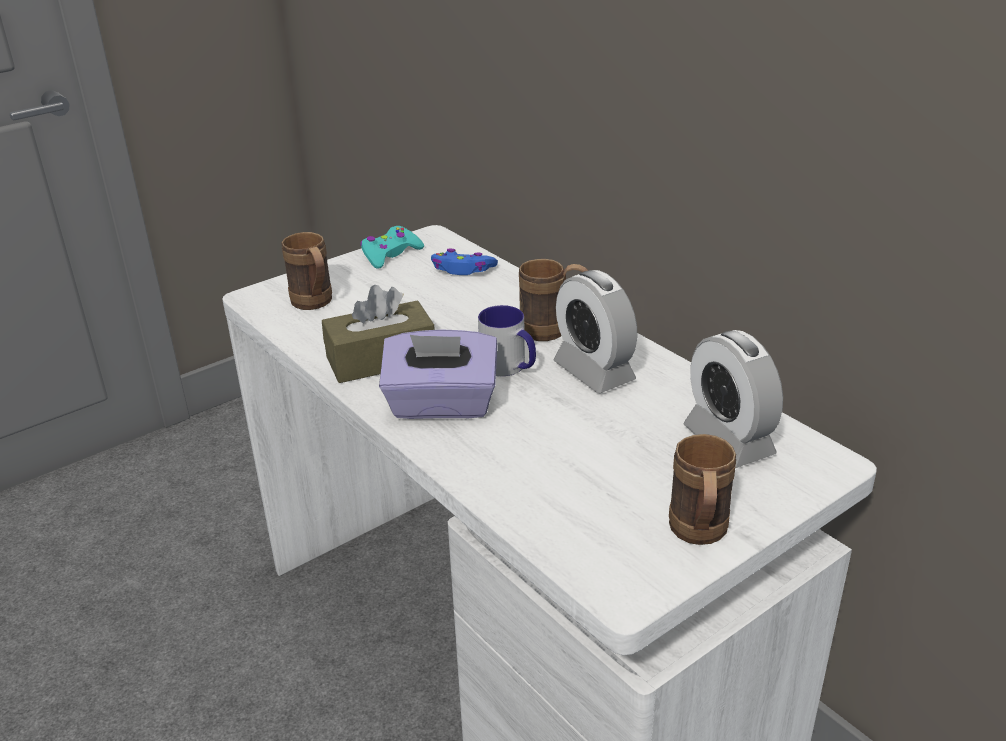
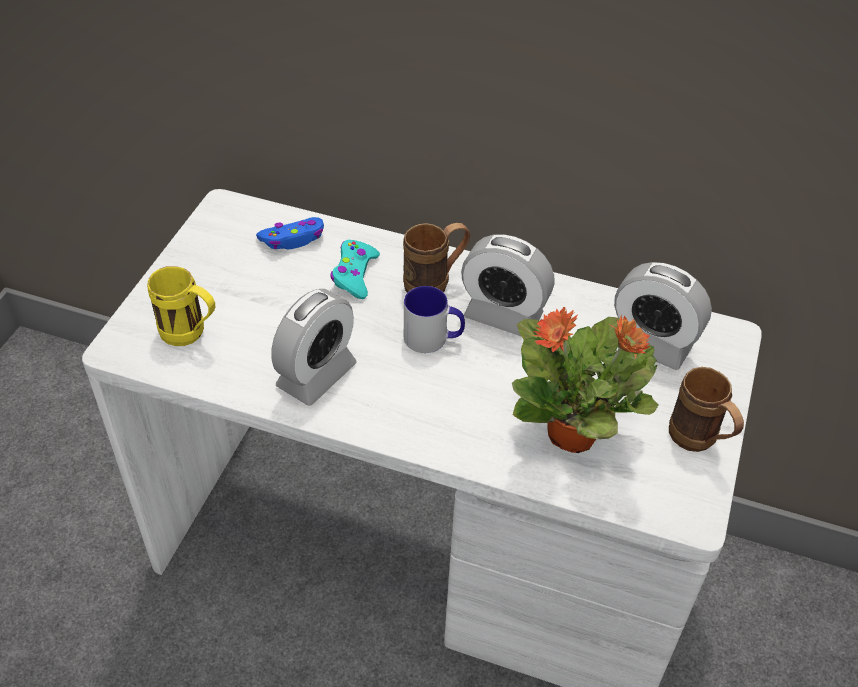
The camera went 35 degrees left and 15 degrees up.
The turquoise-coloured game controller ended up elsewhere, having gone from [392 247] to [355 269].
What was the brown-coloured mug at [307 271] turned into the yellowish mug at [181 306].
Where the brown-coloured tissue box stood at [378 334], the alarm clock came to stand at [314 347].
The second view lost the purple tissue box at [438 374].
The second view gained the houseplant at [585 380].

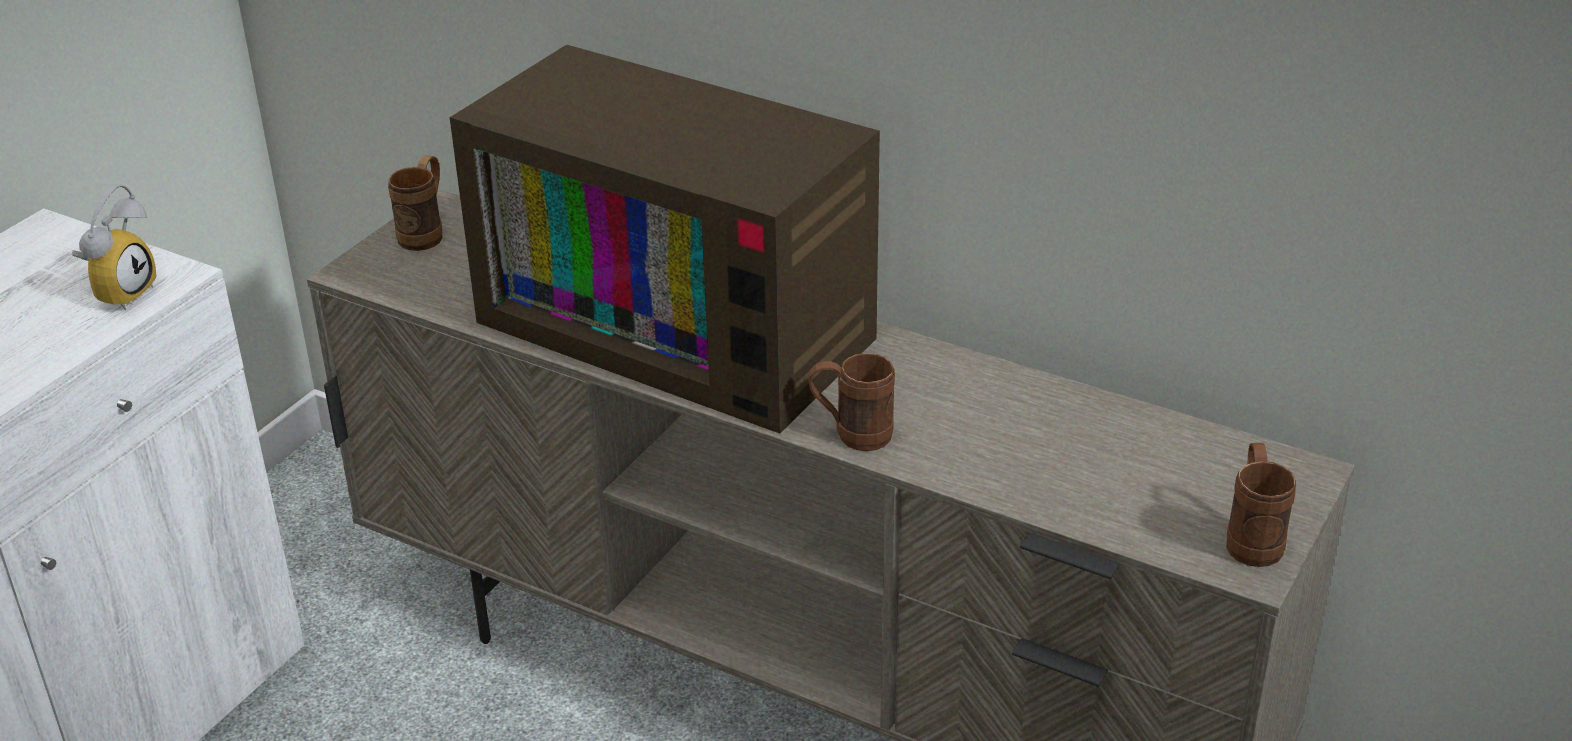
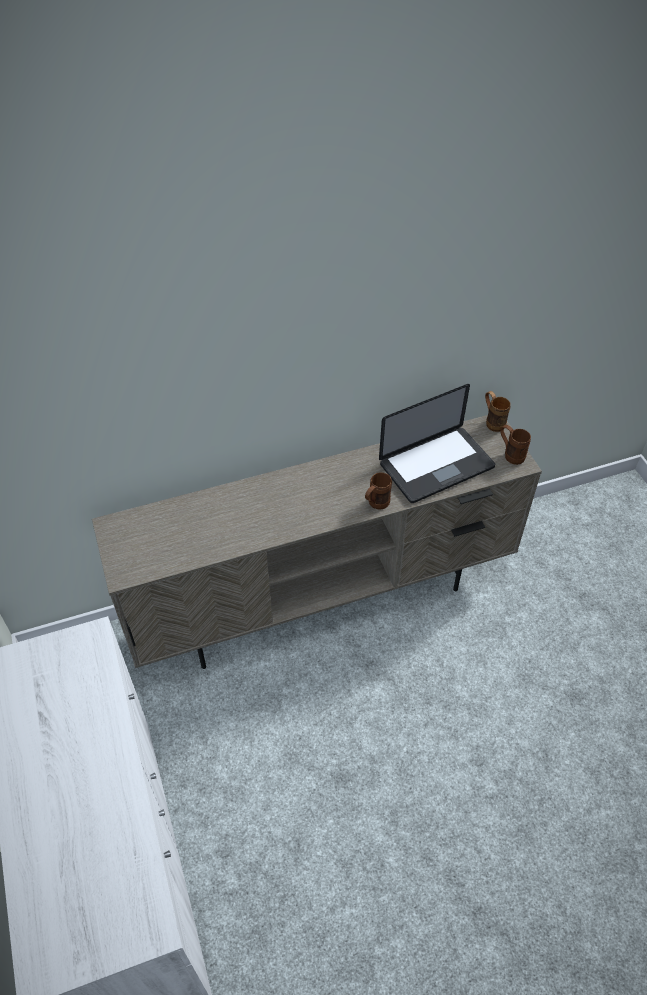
The camera went 50 degrees left and 15 degrees up.
The second view lost the TV set at [665 239].
The brown-coloured mug ended up elsewhere, having gone from [415 203] to [498 411].
The second view lost the alarm clock at [113 247].
The second view gained the laptop at [437 443].

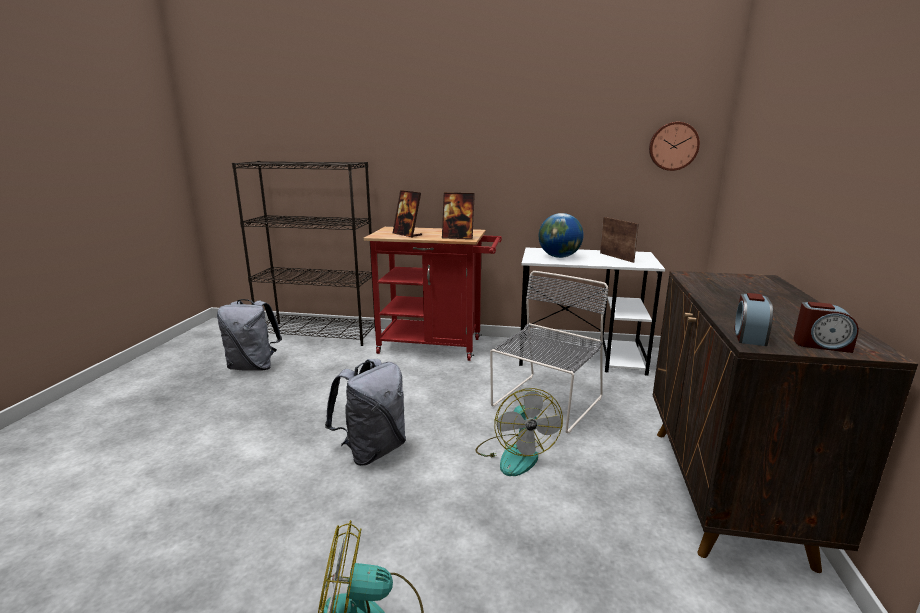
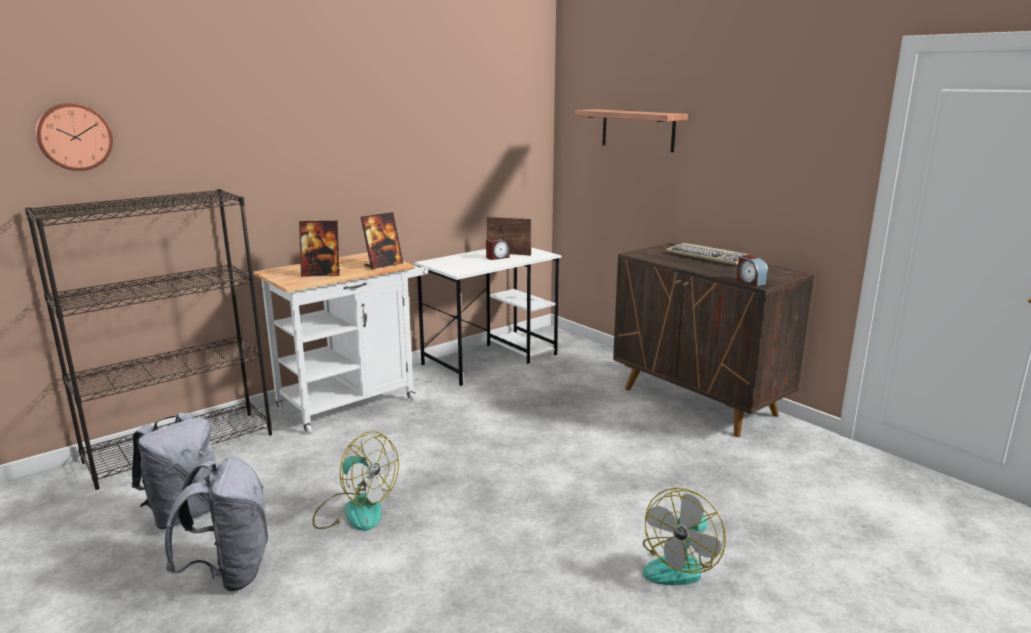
The camera went 50 degrees left and 0 degrees up.
The wall clock ended up elsewhere, having gone from [674 146] to [74 137].
The second view lost the globe at [561 235].
What was the reddish cart at [432 294] turned into the white cart at [341 343].
The second view lost the greyish upright chair at [549 352].
The alarm clock ended up elsewhere, having gone from [826 327] to [498 249].
The greyish rucksack ended up elsewhere, having gone from [365 412] to [216 524].
The fan ended up elsewhere, having gone from [519 432] to [356 481].
The second view gained the wall shelf at [631 130].
The second view gained the PC keyboard at [706 254].

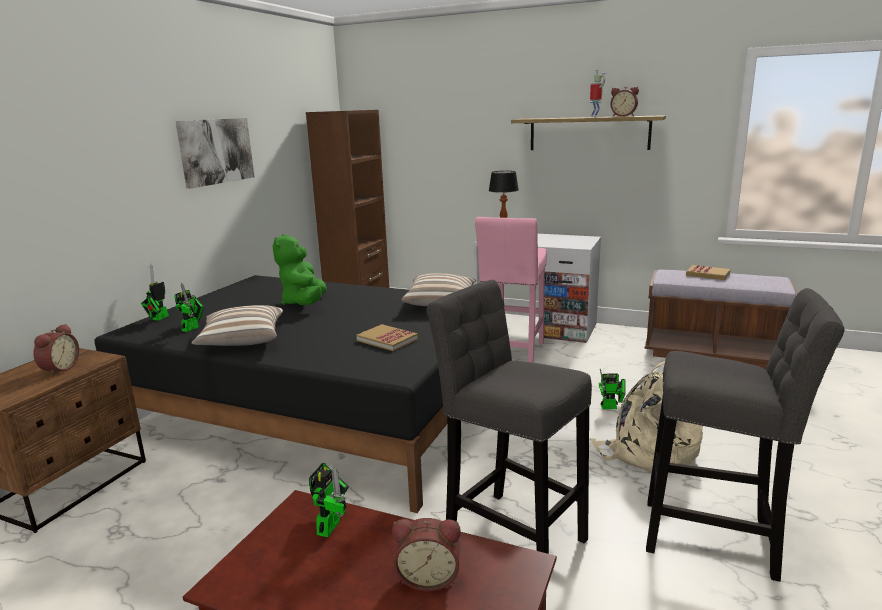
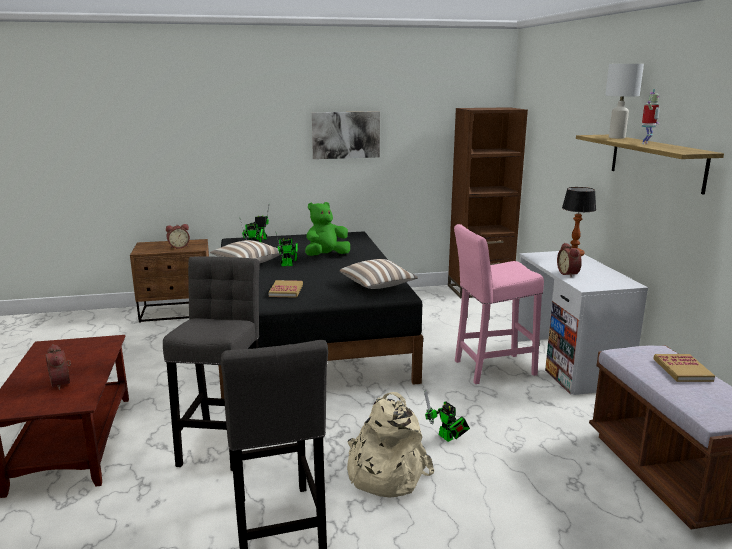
The camera went 55 degrees right and 0 degrees up.
The alarm clock ended up elsewhere, having gone from [624 101] to [569 260].
The model robot ended up elsewhere, having gone from [329 500] to [287 250].
The second view gained the white lamp for a table at [624 101].

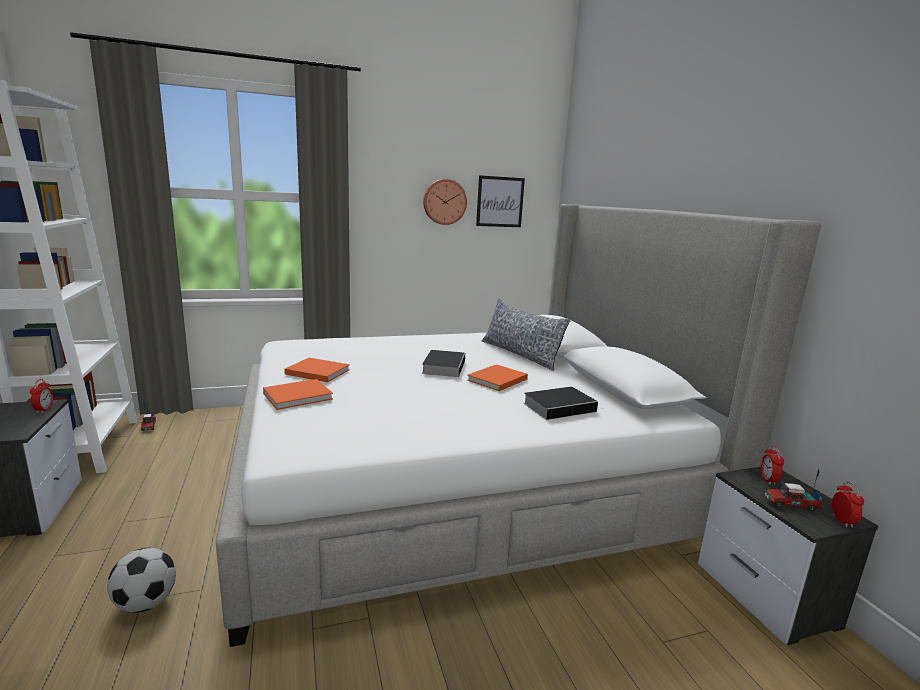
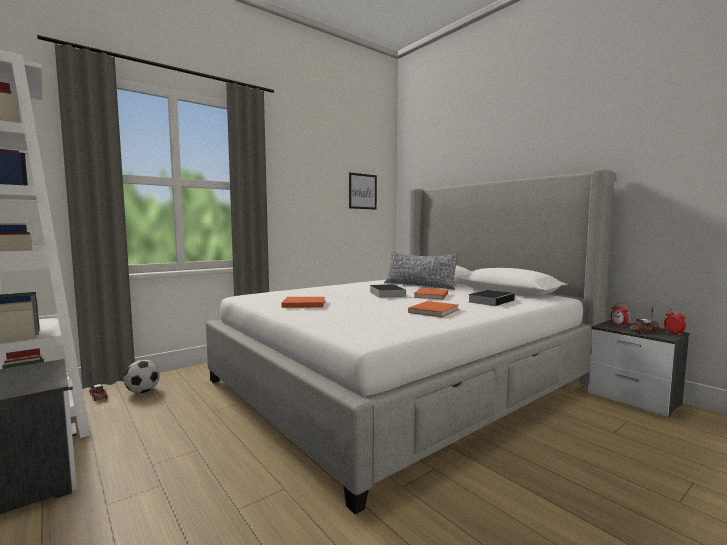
The camera went 20 degrees left and 10 degrees down.
The second view lost the wall clock at [445 202].
The second view lost the alarm clock at [41 396].
The orangey bound book ended up elsewhere, having gone from [298 394] to [433 309].
The football ended up elsewhere, having gone from [141 580] to [142 376].

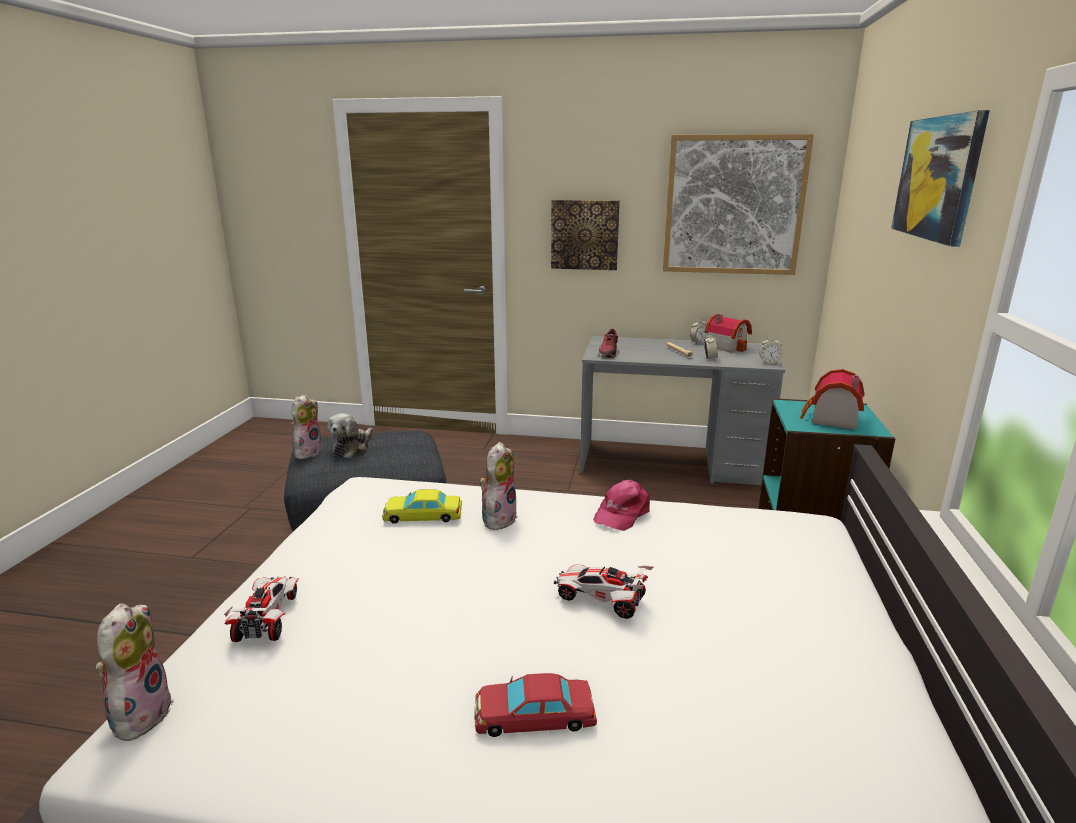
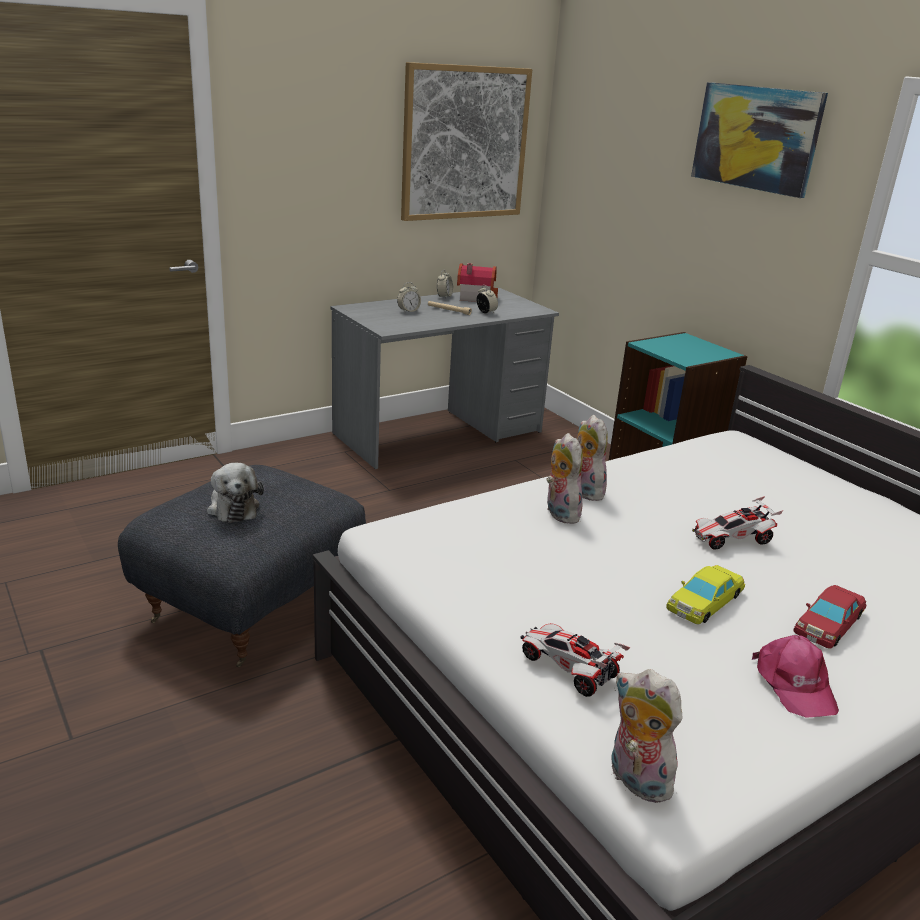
The camera went 45 degrees left and 5 degrees up.
The second view lost the picture at [585 235].
The second view lost the item of footwear at [608 343].
The alarm clock ended up elsewhere, having gone from [770 350] to [409 297].
The second view lost the model house at [832 399].
The cuddly toy ended up elsewhere, having gone from [307 426] to [592 458].
The pink-coloured peaked cap ended up elsewhere, having gone from [621 505] to [795 676].
The yellowish miniature car ended up elsewhere, having gone from [422 506] to [705 594].

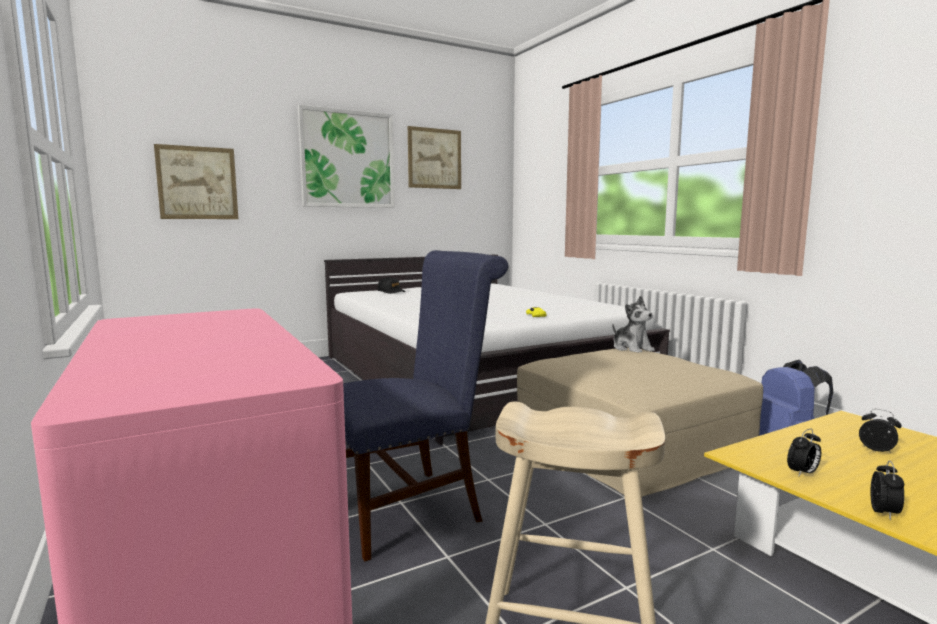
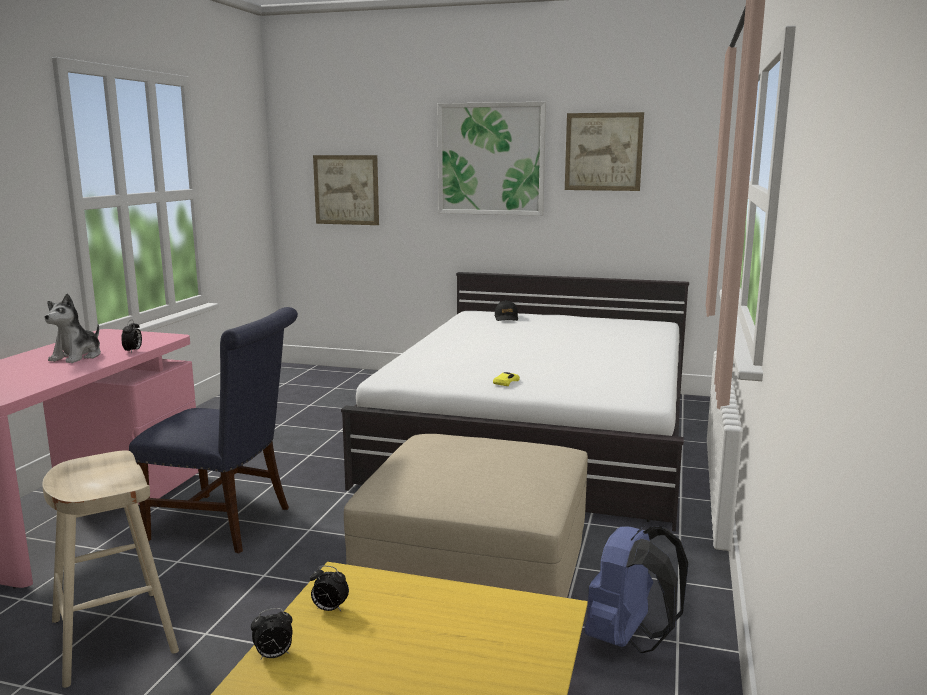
The camera went 45 degrees right and 5 degrees up.
The cuddly toy ended up elsewhere, having gone from [633 324] to [73 328].
The alarm clock ended up elsewhere, having gone from [880 431] to [131 336].

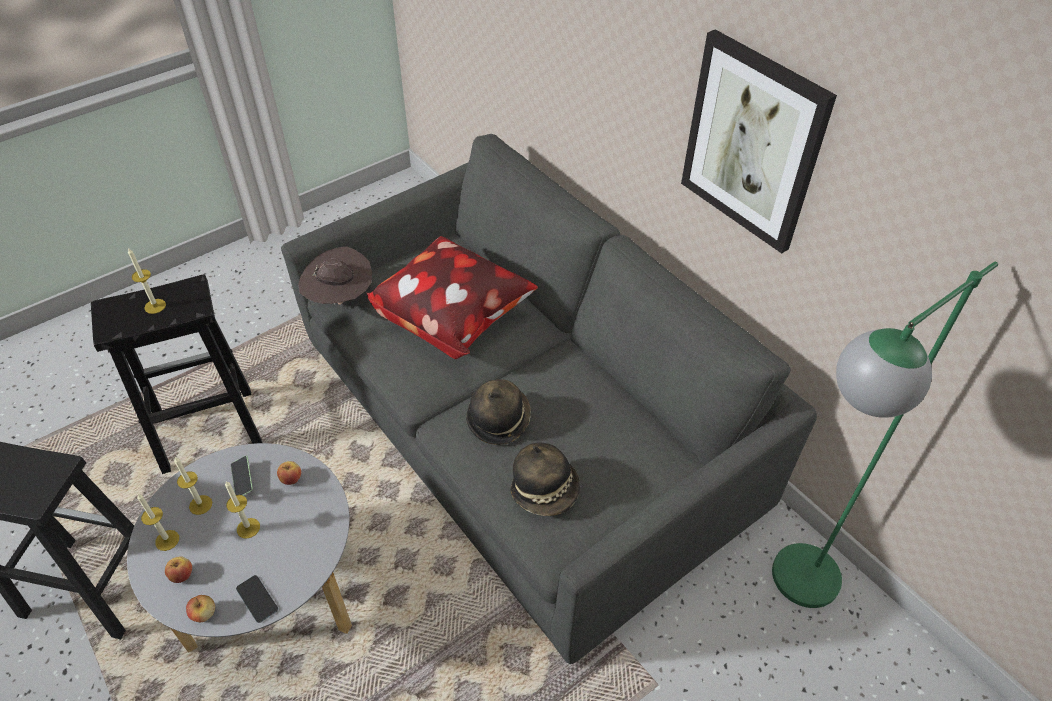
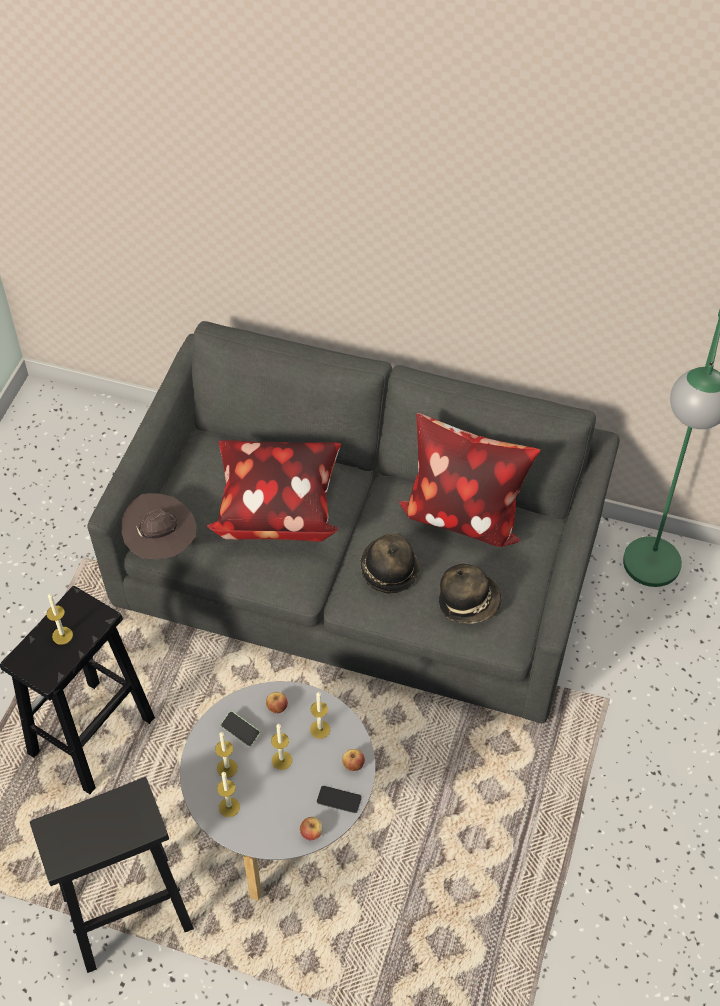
The camera went 35 degrees left and 5 degrees up.
The second view lost the picture at [759 141].
The apple ended up elsewhere, having gone from [178 569] to [353 760].
The second view gained the throw pillow at [470 480].
The second view gained the wax light at [320 715].

